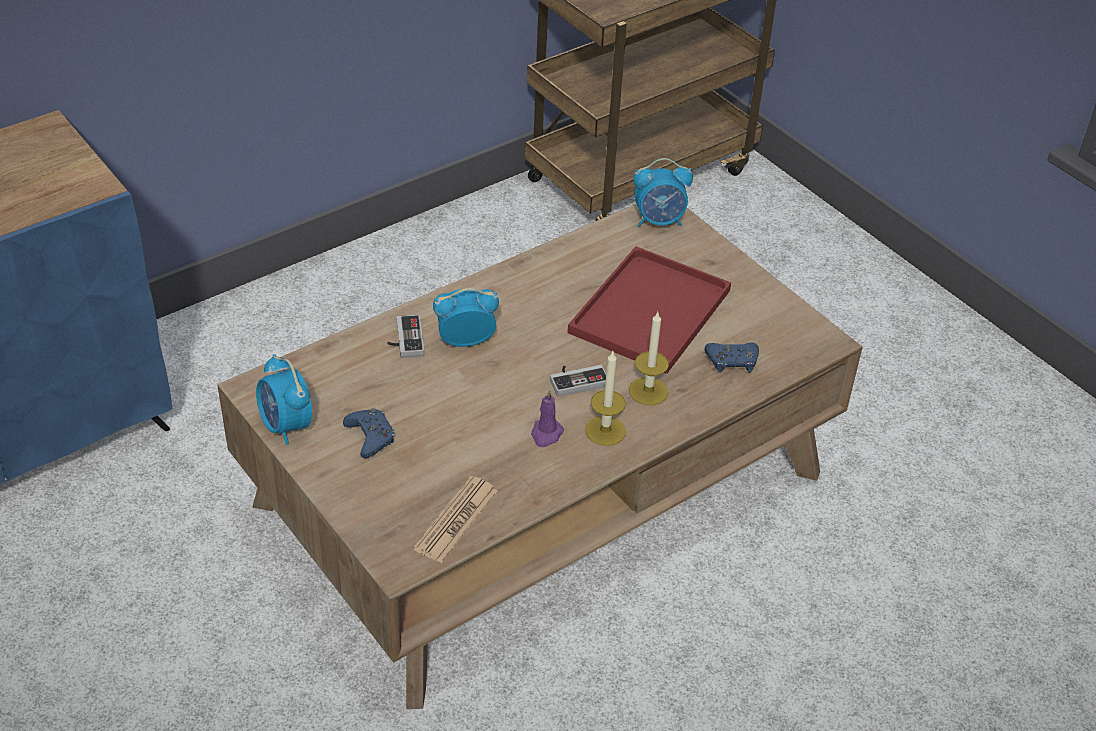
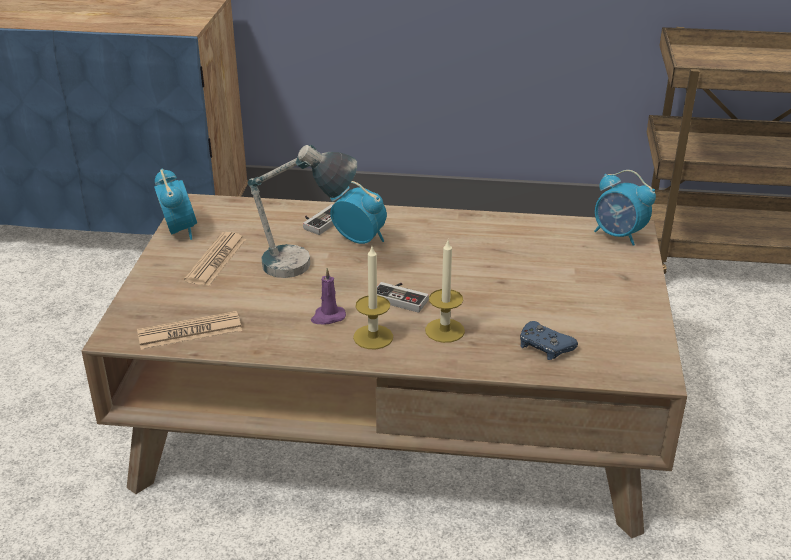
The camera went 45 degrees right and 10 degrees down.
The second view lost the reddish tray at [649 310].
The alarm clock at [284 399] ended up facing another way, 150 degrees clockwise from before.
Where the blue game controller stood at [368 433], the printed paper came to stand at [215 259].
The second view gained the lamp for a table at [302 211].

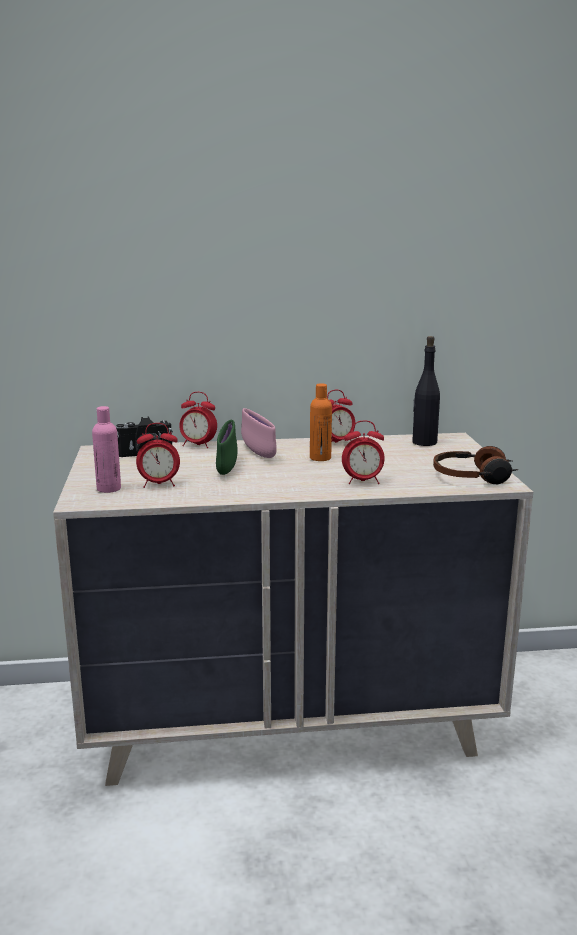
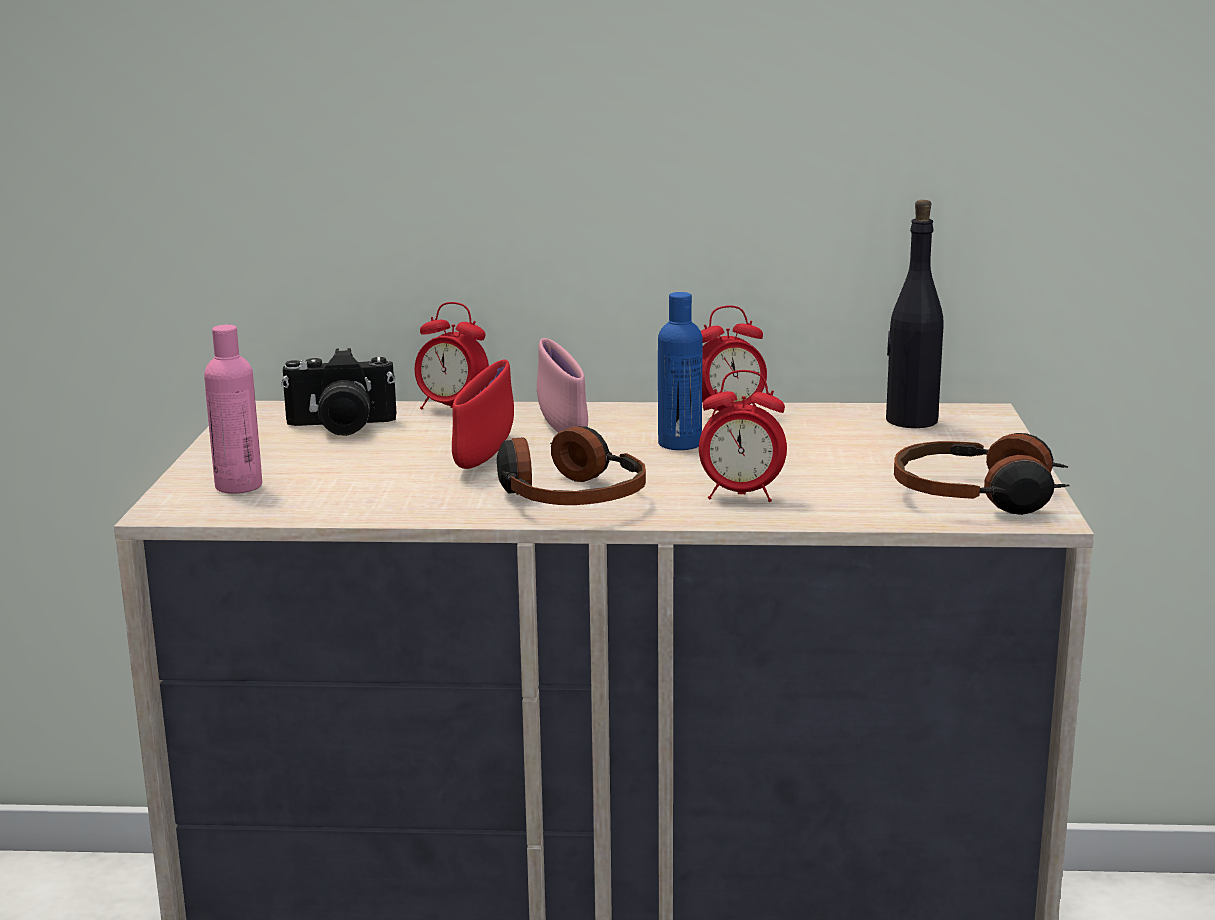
The camera went 10 degrees right and 0 degrees up.
What was the orangey beverage bottle at [321 422] turned into the blue beverage bottle at [680 371].
What was the greenish bowl at [226 447] turned into the reddish bowl at [483 414].
The second view lost the alarm clock at [158 455].
The second view gained the headset at [571 465].

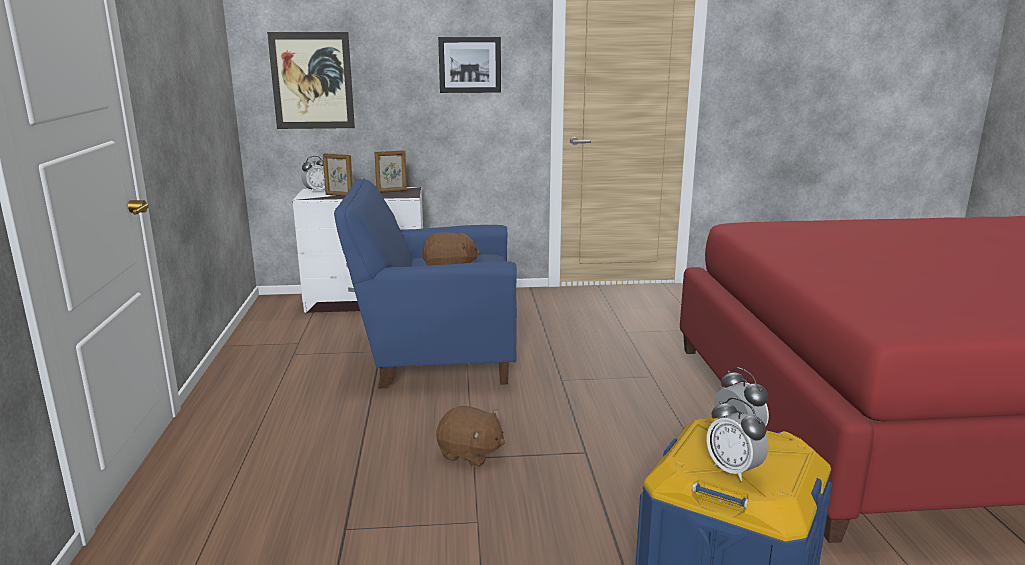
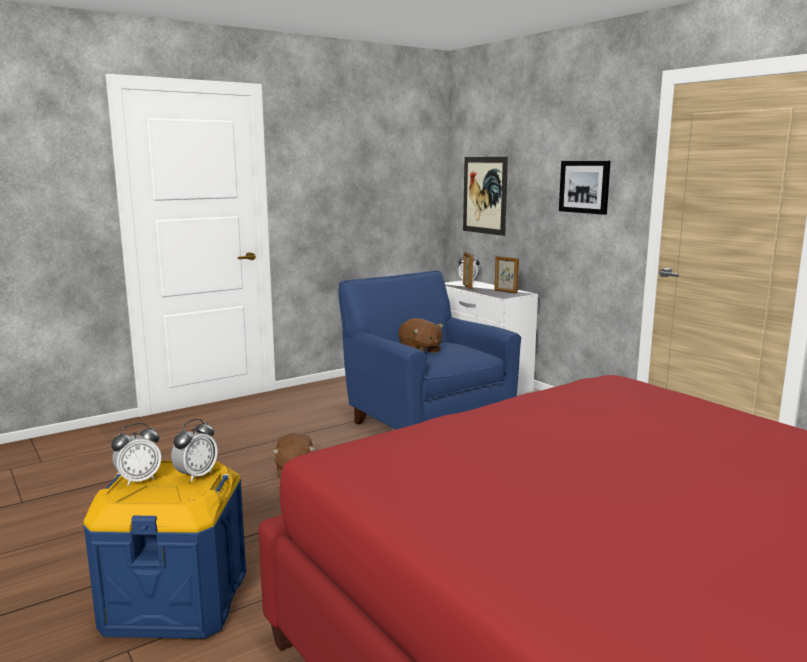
The camera went 60 degrees right and 5 degrees down.
The alarm clock at [737 439] ended up facing another way, 150 degrees counterclockwise from before.

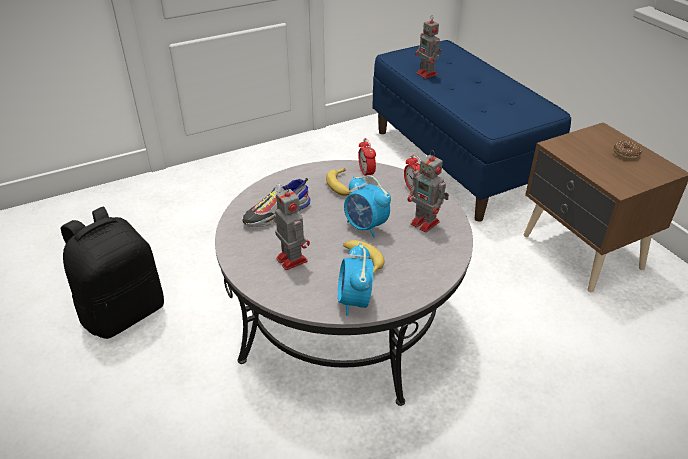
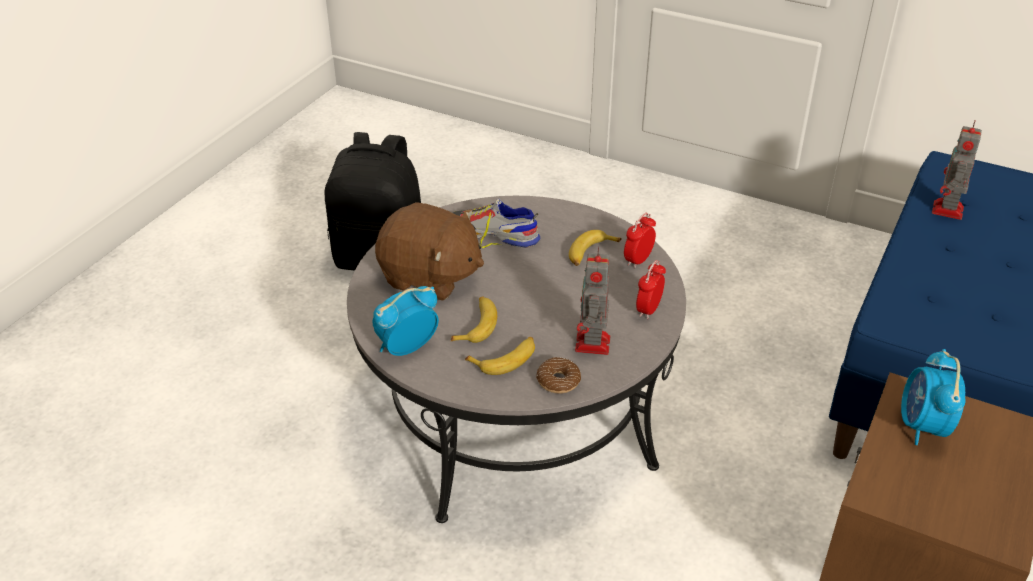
The camera went 55 degrees right and 0 degrees up.
The ring doughnut ended up elsewhere, having gone from [627 149] to [558 375].
The alarm clock ended up elsewhere, having gone from [367 206] to [933 397].
Where the model robot stood at [292 228], the brown-coloured cuddly toy came to stand at [429 251].
The second view gained the banana at [500 356].

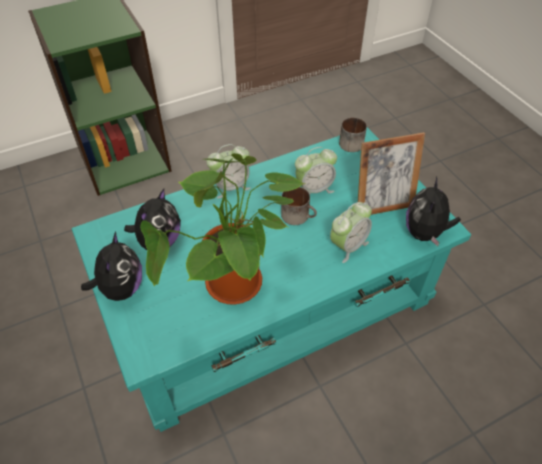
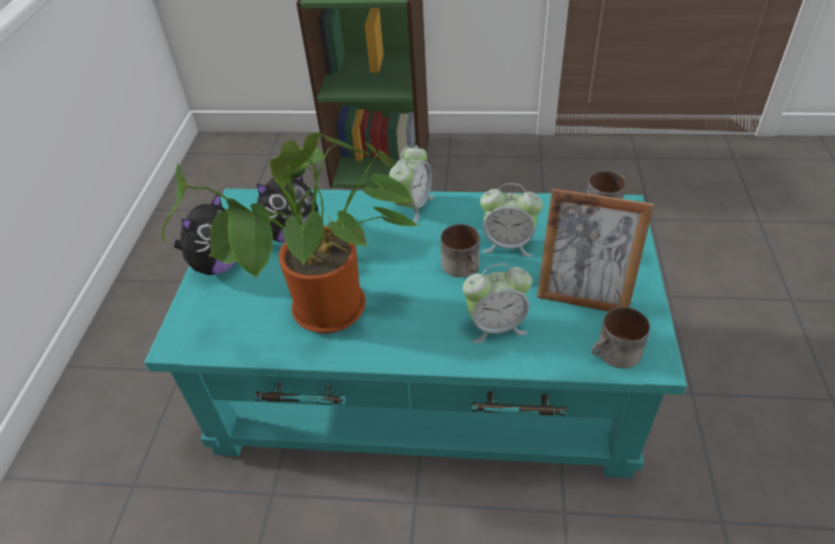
The camera went 35 degrees right and 5 degrees down.
The alarm clock at [229 171] ended up facing another way, 75 degrees counterclockwise from before.
Where the cuddly toy stood at [433 211], the mug came to stand at [620 337].

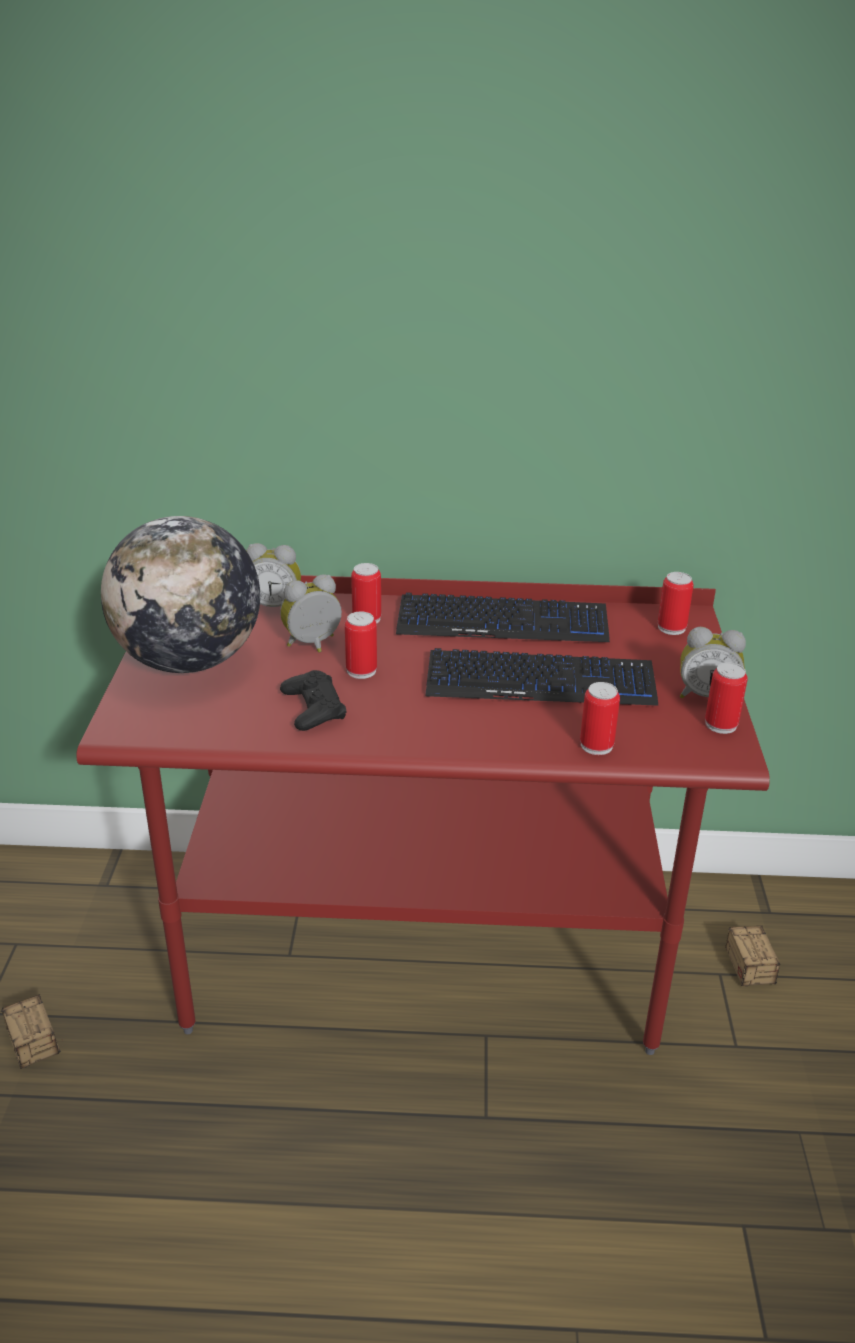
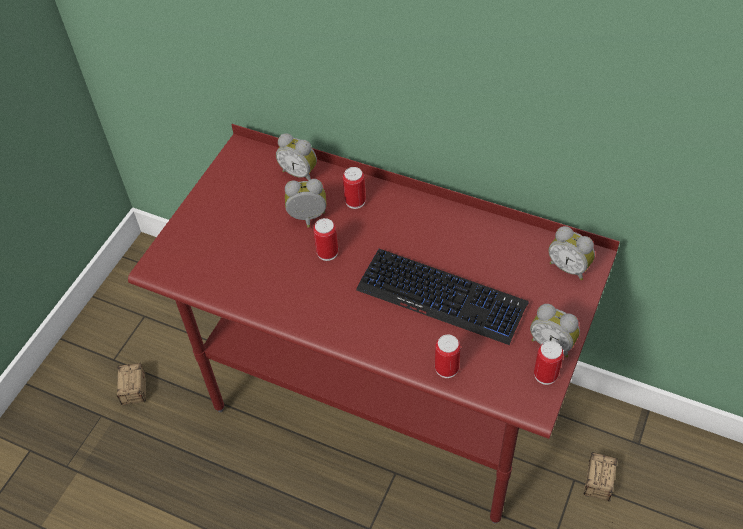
The camera went 25 degrees right and 20 degrees up.
The second view lost the globe at [180 594].
Where the metal can stood at [675 603], the alarm clock came to stand at [572 253].
The second view lost the PC keyboard at [503 617].
The second view lost the black-coloured game controller at [313 700].

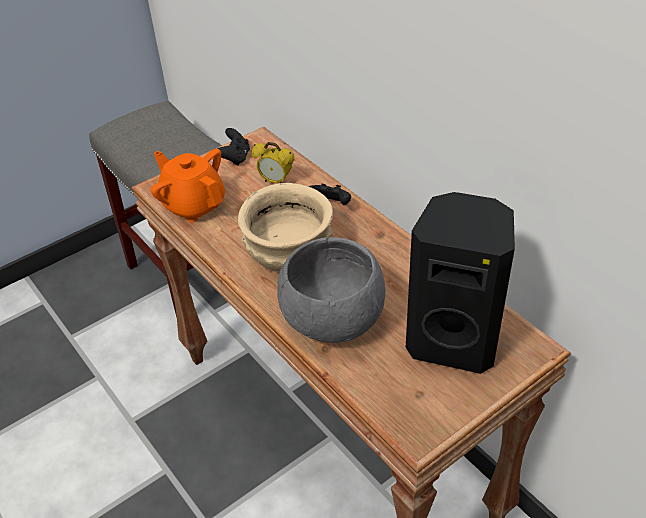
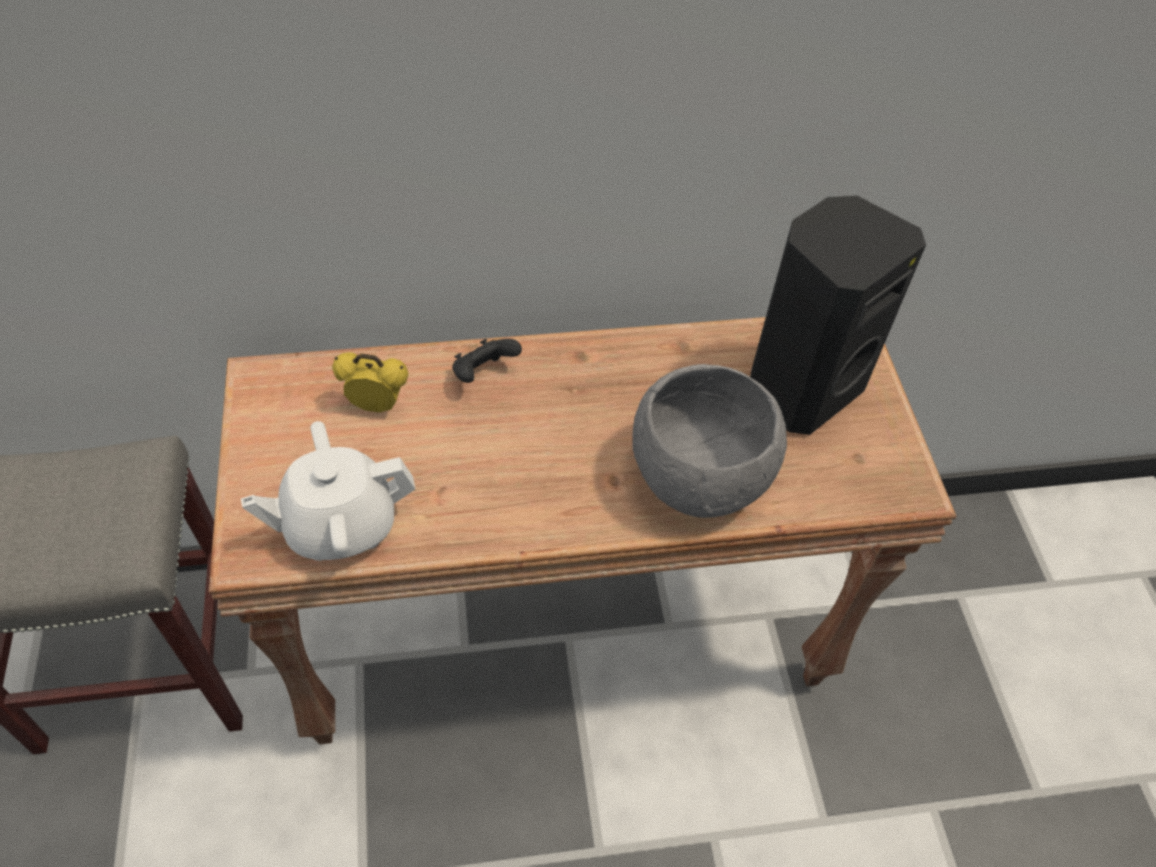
The camera went 65 degrees left and 10 degrees up.
The second view lost the black-coloured game controller at [233 147].
The alarm clock at [273 162] ended up facing another way, 135 degrees counterclockwise from before.
What was the orangey tea pot at [188 185] turned into the white tea pot at [328 491].
The second view lost the sand-coloured bowl at [285 228].

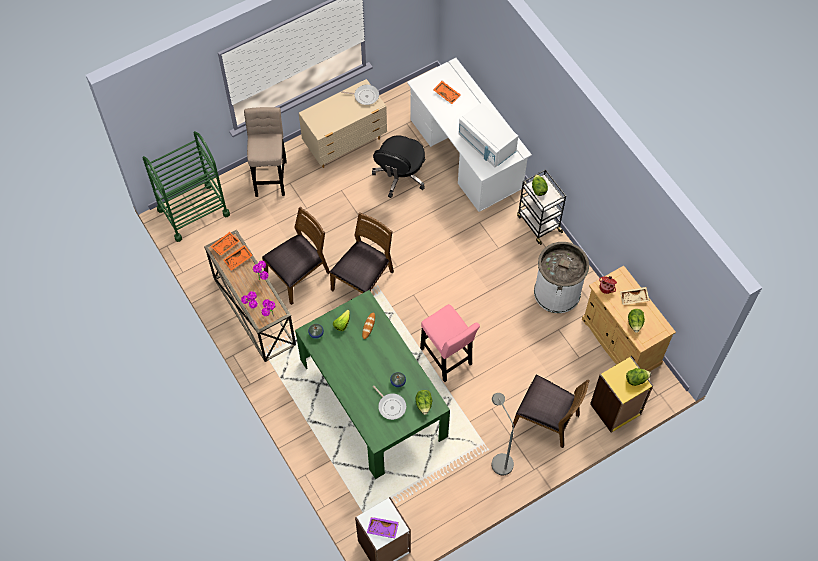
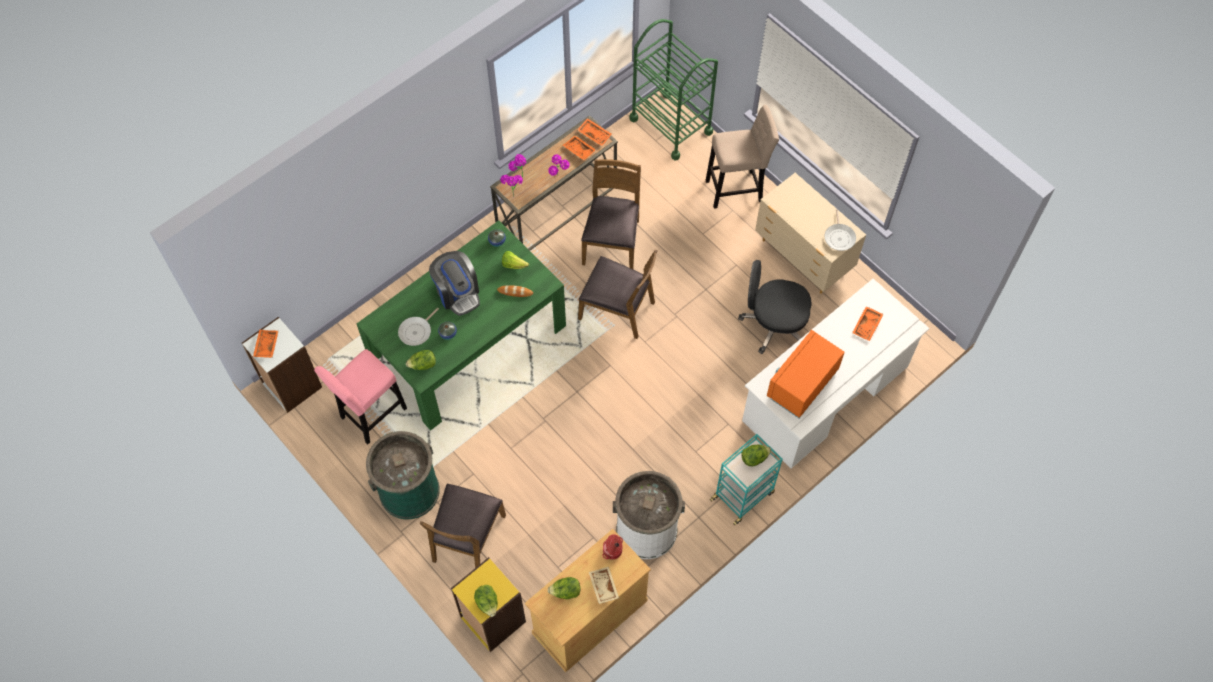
The camera went 80 degrees right and 0 degrees up.
What was the white microwave oven at [488 134] turned into the orangey microwave oven at [806 374].
What was the black-coloured cart at [541 207] turned into the turquoise-coloured cart at [746 479].
The brown-coloured upright chair at [296 256] ended up facing another way, 120 degrees counterclockwise from before.
The pink-coloured stool ended up elsewhere, having gone from [450 343] to [360 397].
Where the greyish standard lamp stood at [503 434], the greenish trash can came to stand at [403 475].
What was the purple tray at [383 527] turned into the orangey tray at [265 344].
The second view gained the coffee maker at [454 283].

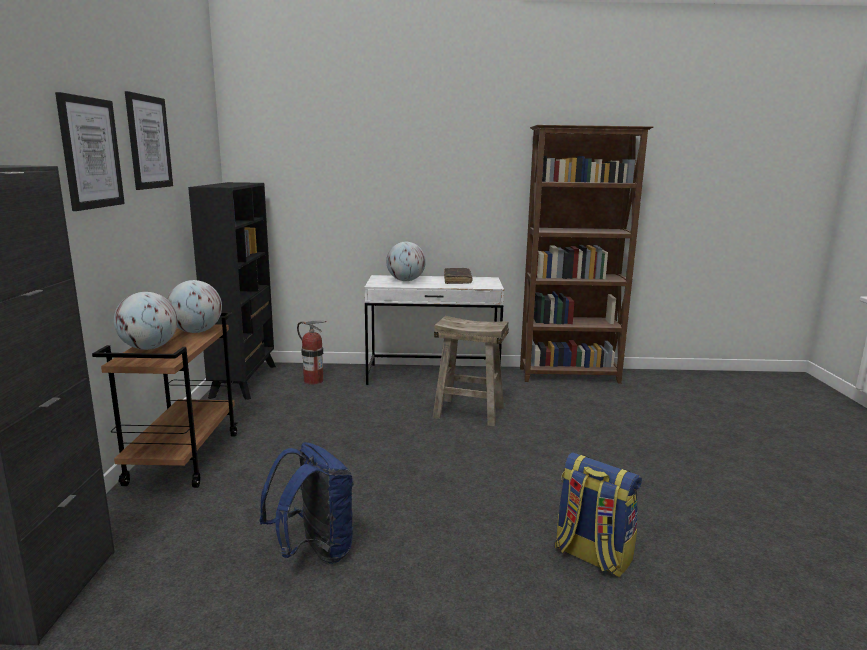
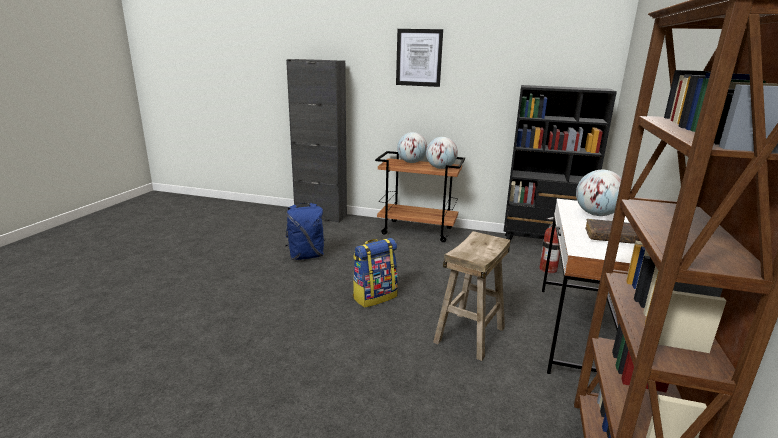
The camera went 105 degrees right and 5 degrees up.
The second view lost the picture at [149 140].
The rucksack ended up elsewhere, having gone from [598 515] to [375 273].

